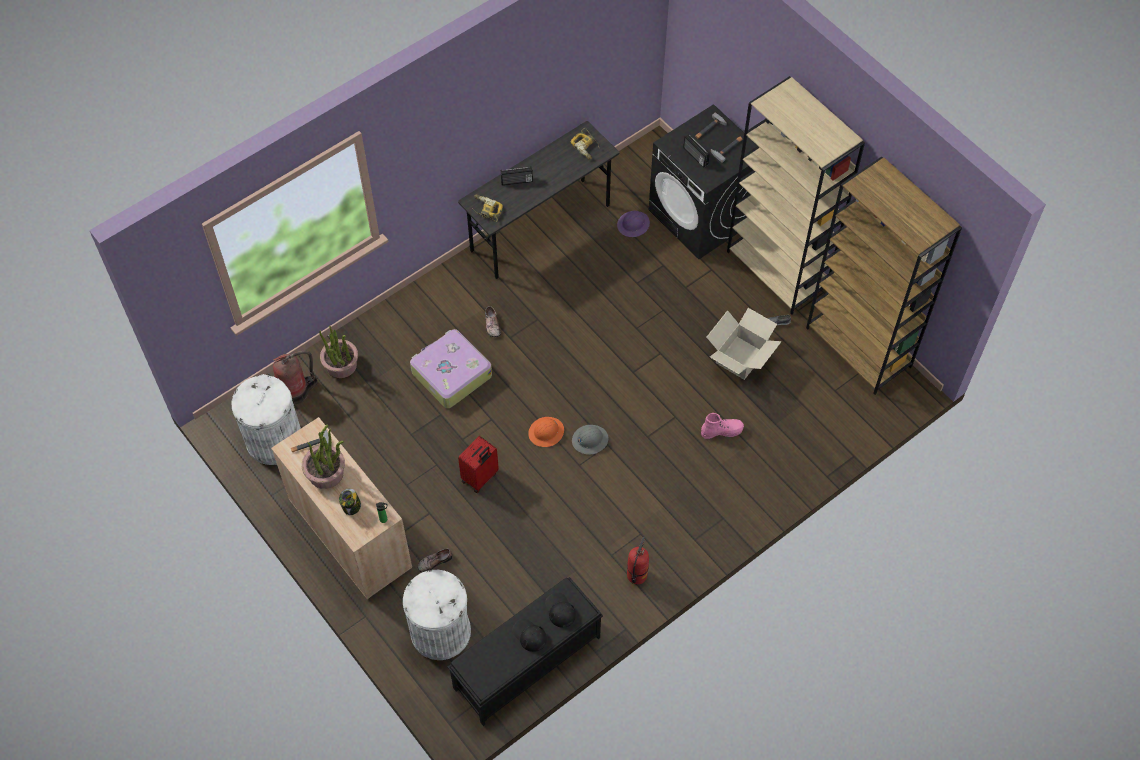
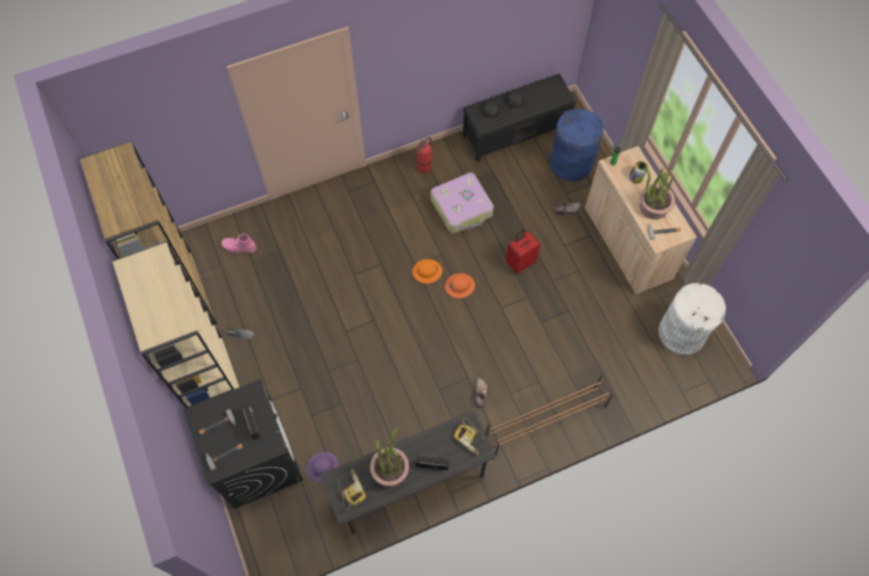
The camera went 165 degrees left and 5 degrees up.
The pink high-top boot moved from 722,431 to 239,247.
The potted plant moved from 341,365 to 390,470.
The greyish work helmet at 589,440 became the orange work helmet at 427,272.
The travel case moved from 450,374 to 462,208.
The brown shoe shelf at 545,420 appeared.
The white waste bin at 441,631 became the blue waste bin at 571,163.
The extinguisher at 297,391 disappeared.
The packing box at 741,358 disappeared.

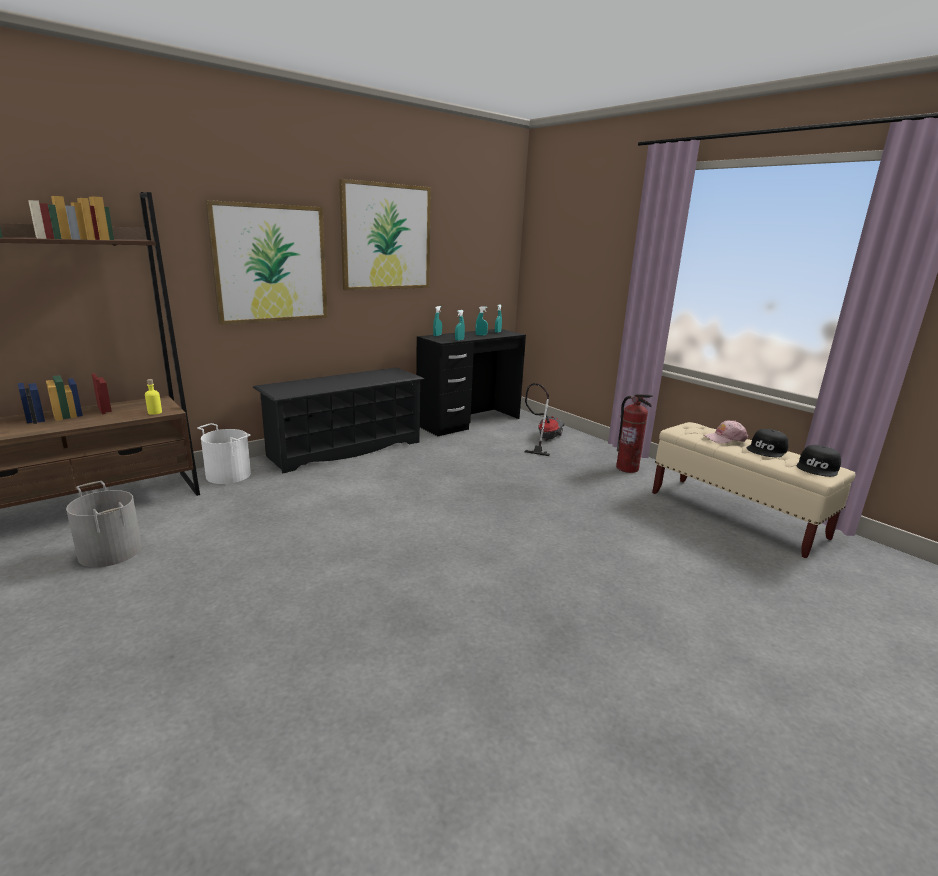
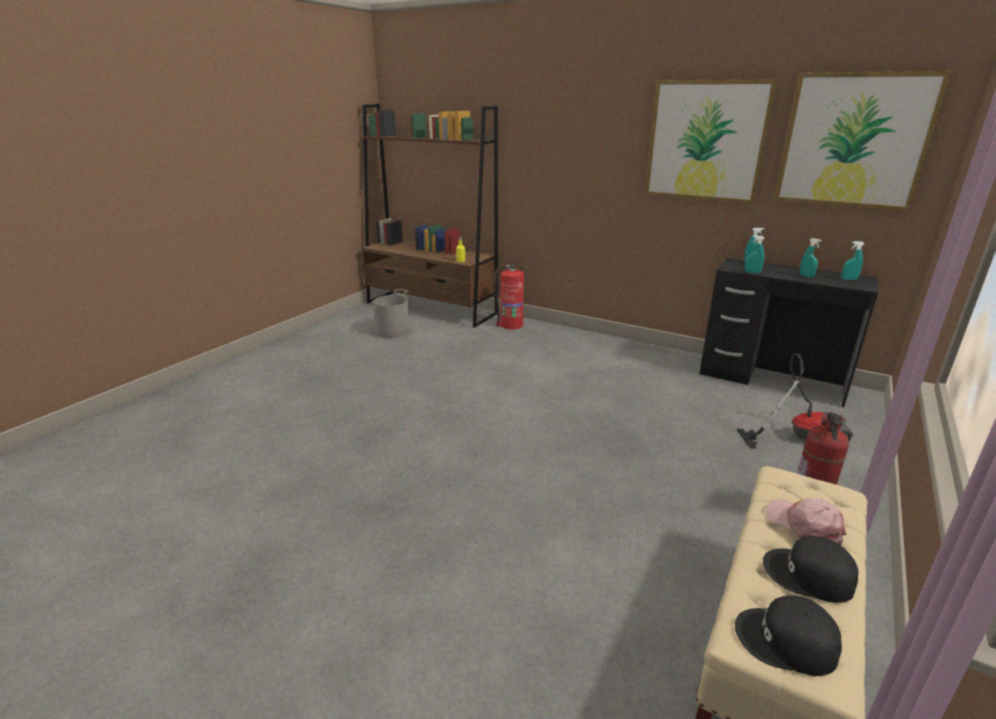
The camera went 70 degrees right and 5 degrees up.
The white bucket at 229,474 was replaced by the extinguisher at 510,325.
The picture moved from 270,264 to 854,141.
The black-coloured shoe shelf at 345,449 disappeared.

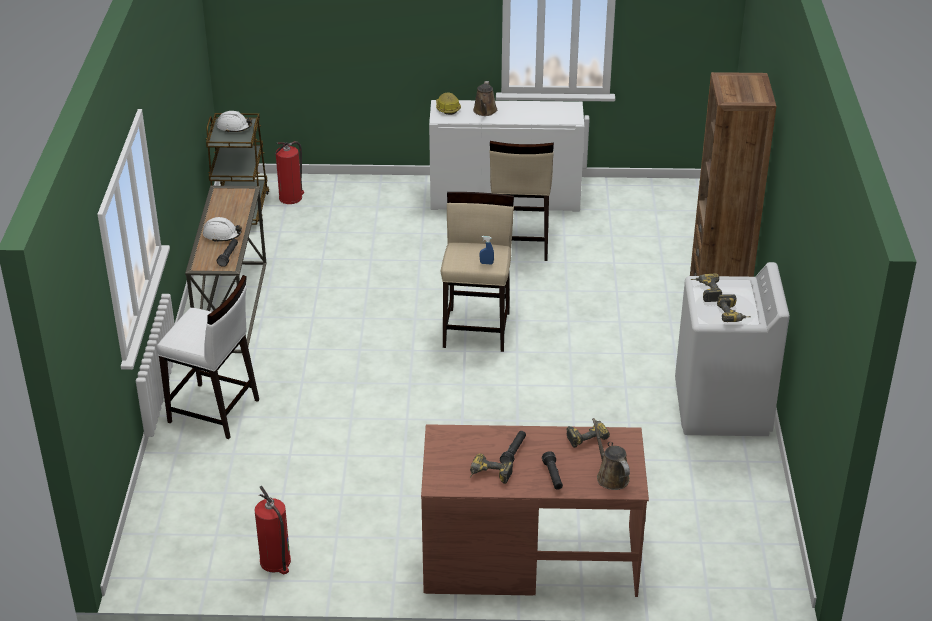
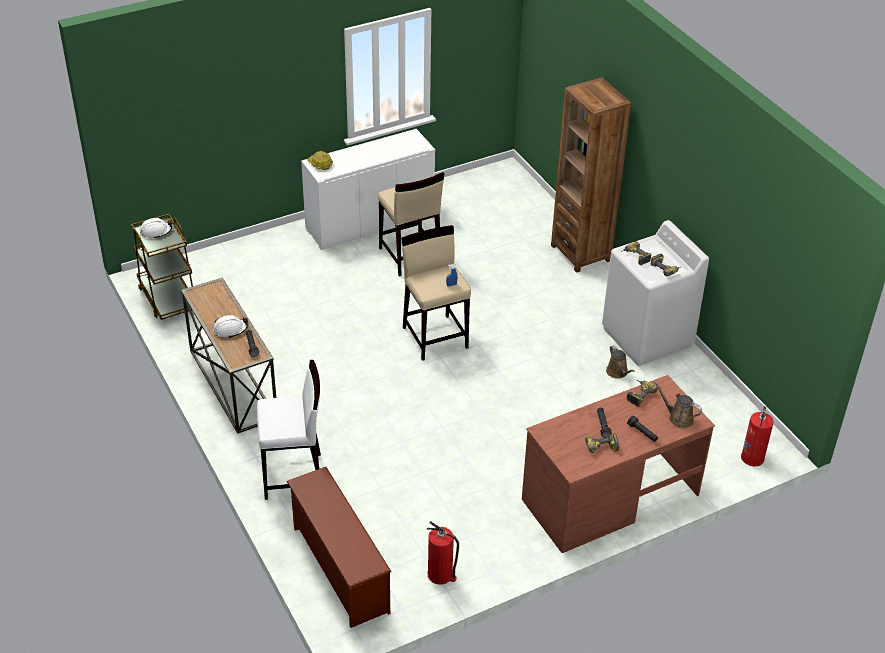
The camera went 30 degrees left and 5 degrees up.
The brown shoe shelf at 338,569 appeared.
The brown sprinkling can moved from 484,111 to 618,372.
The extinguisher moved from 291,197 to 752,457.

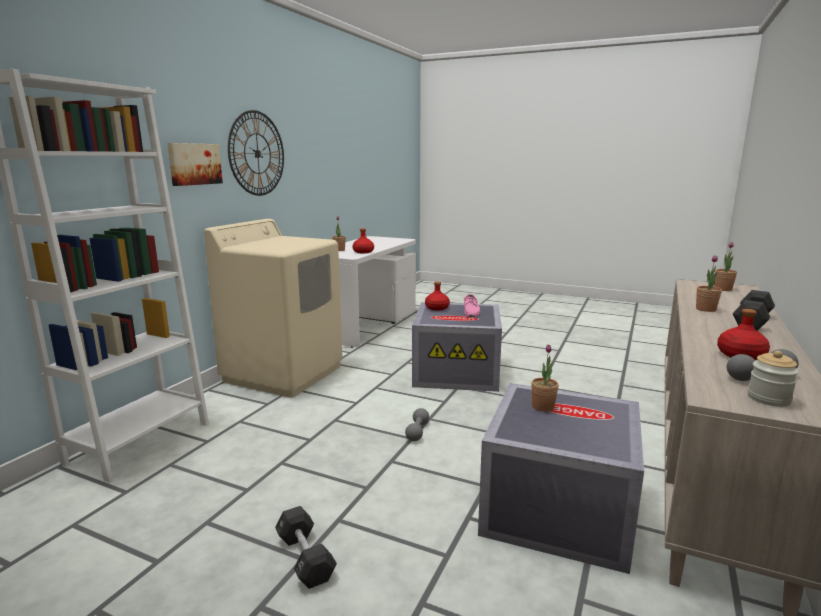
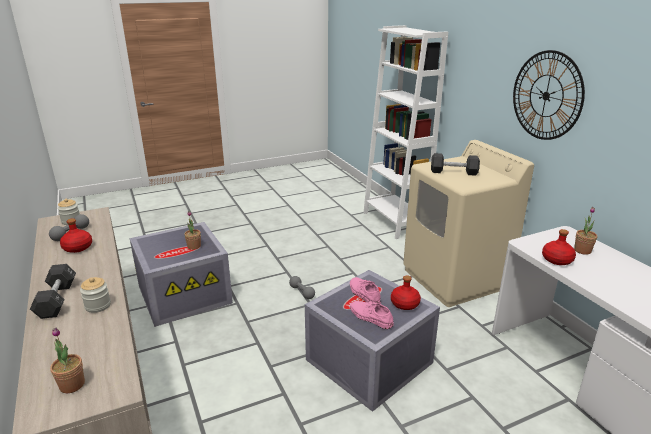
The camera went 130 degrees right and 10 degrees up.
The potted plant at 705,309 was replaced by the storage jar at 98,306.
The pink shoe at 363,293 appeared.
The black-coloured hand weight moved from 305,558 to 453,172.
The picture at 194,164 disappeared.

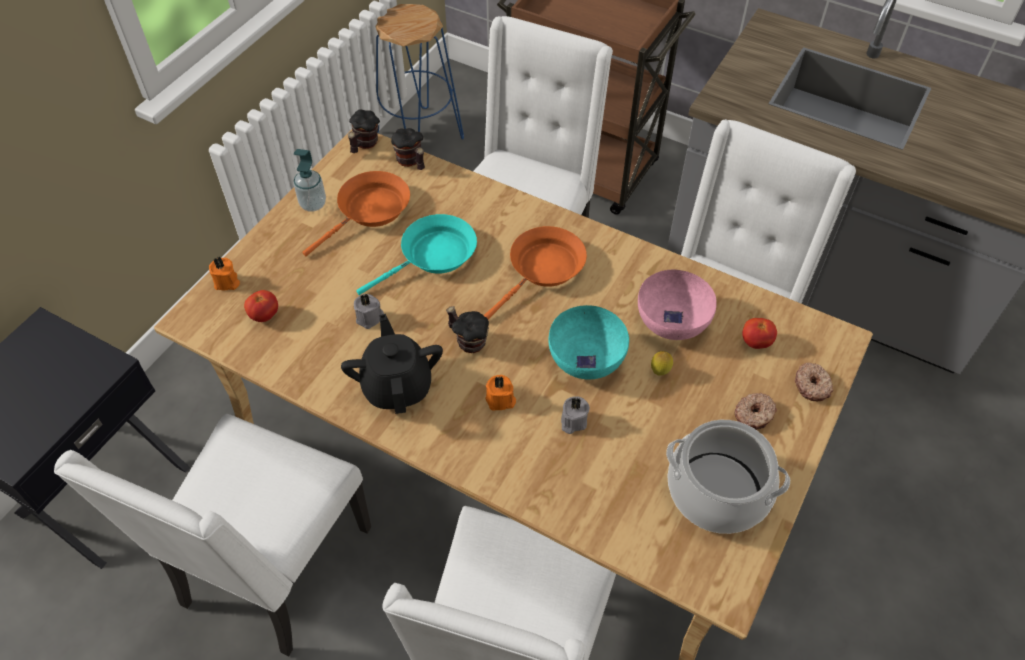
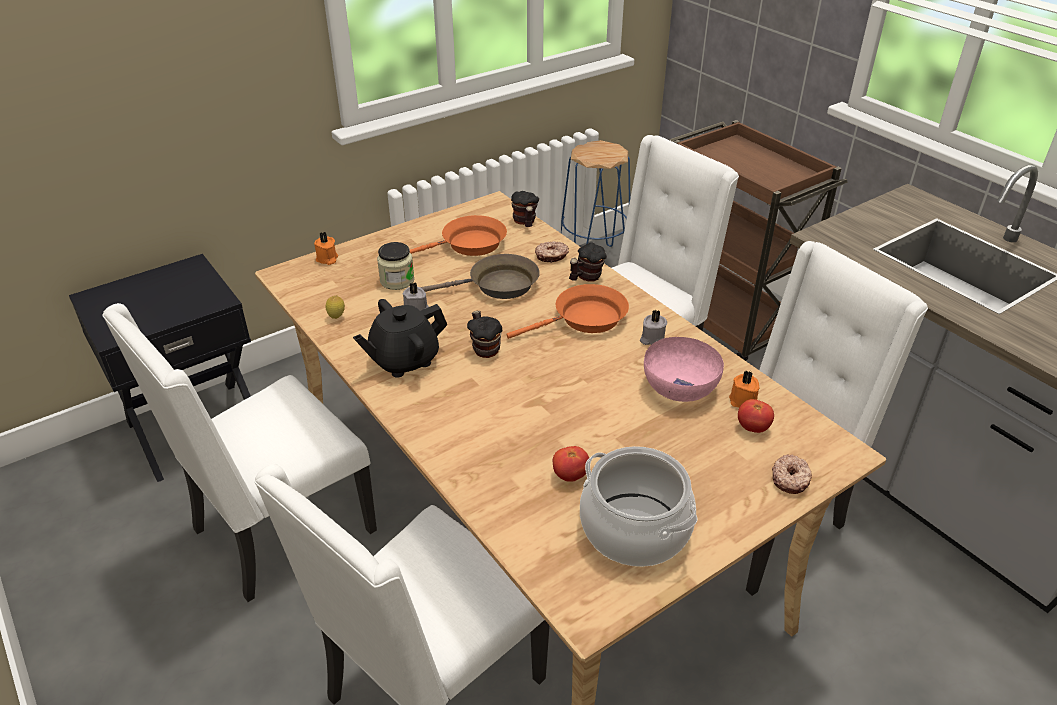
The camera went 25 degrees right and 15 degrees down.
The lemon moved from 660,372 to 337,317.
The black-coloured tea pot at 397,386 turned 135 degrees counterclockwise.
The storage jar at 397,281 appeared.
The turquoise pan at 433,256 became the brown pan at 498,285.
The doughnut moved from 754,415 to 551,256.
The fresh tomato moved from 264,315 to 570,475.
The mug moved from 364,145 to 585,278.
The greyish candle moved from 572,421 to 651,339.
The orange candle moved from 501,400 to 743,401.
The soap dispenser at 313,204 disappeared.
The turquoise bowl at 587,357 disappeared.

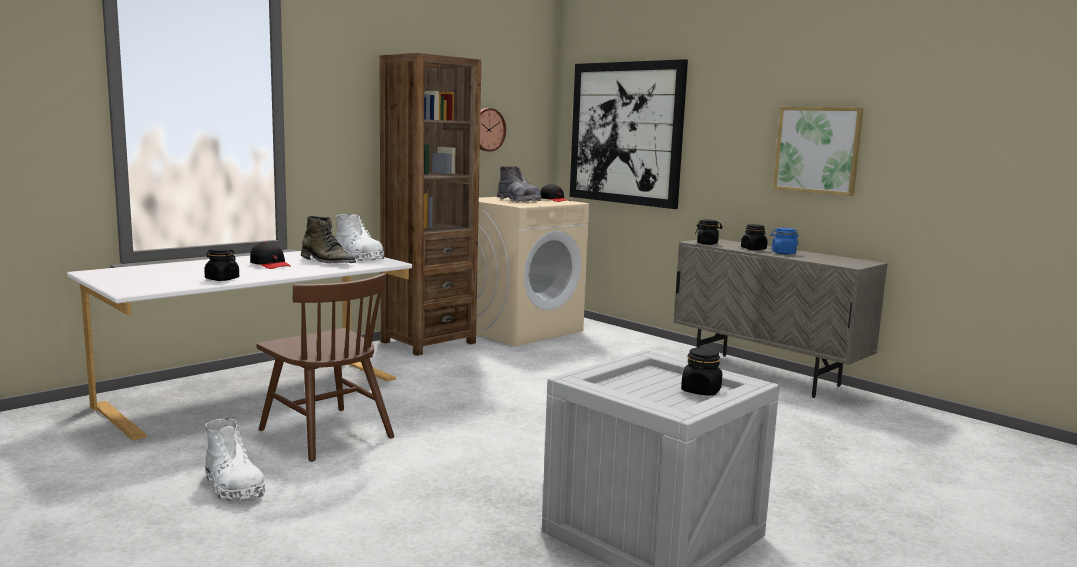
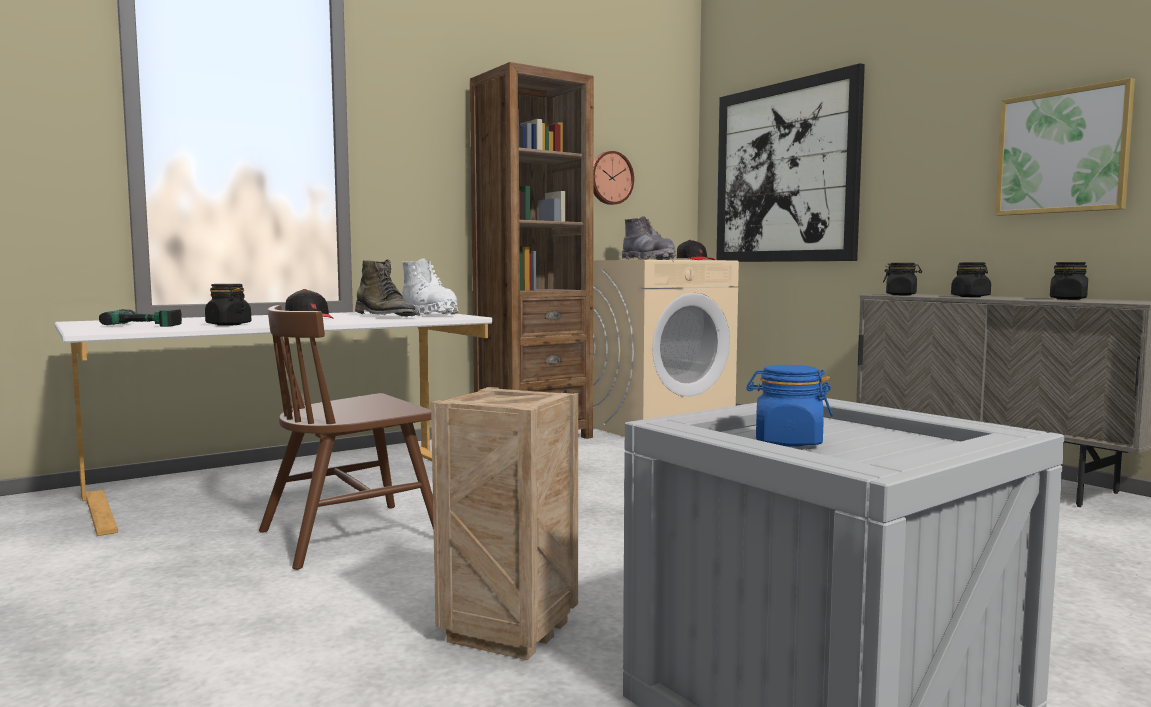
The camera went 10 degrees right and 5 degrees down.
The drill at 149,324 appeared.
The brown upright chair at 326,433 turned 90 degrees clockwise.
The packing crate at 508,630 appeared.
The blue storage jar moved from 783,253 to 787,442.
The black-coloured storage jar moved from 701,391 to 1068,299.
The white high-top boot at 234,486 disappeared.

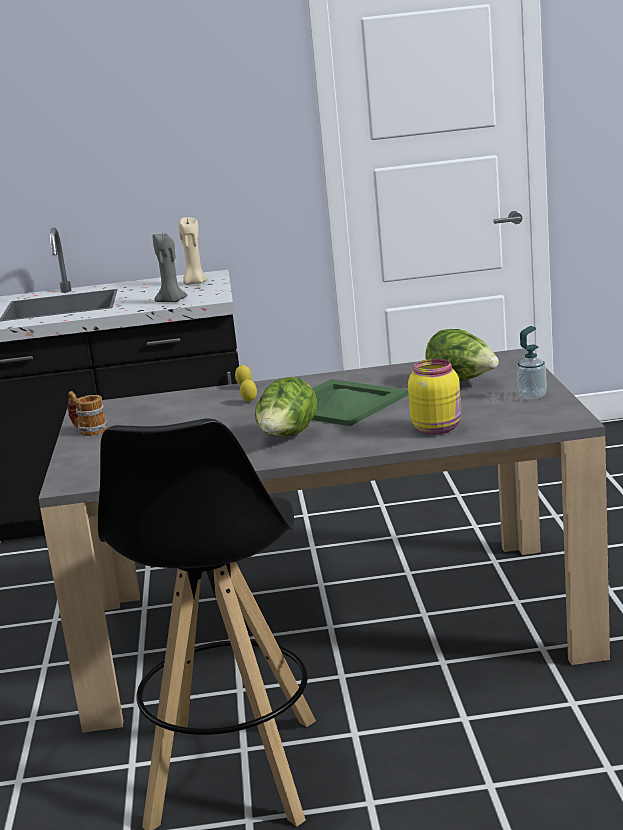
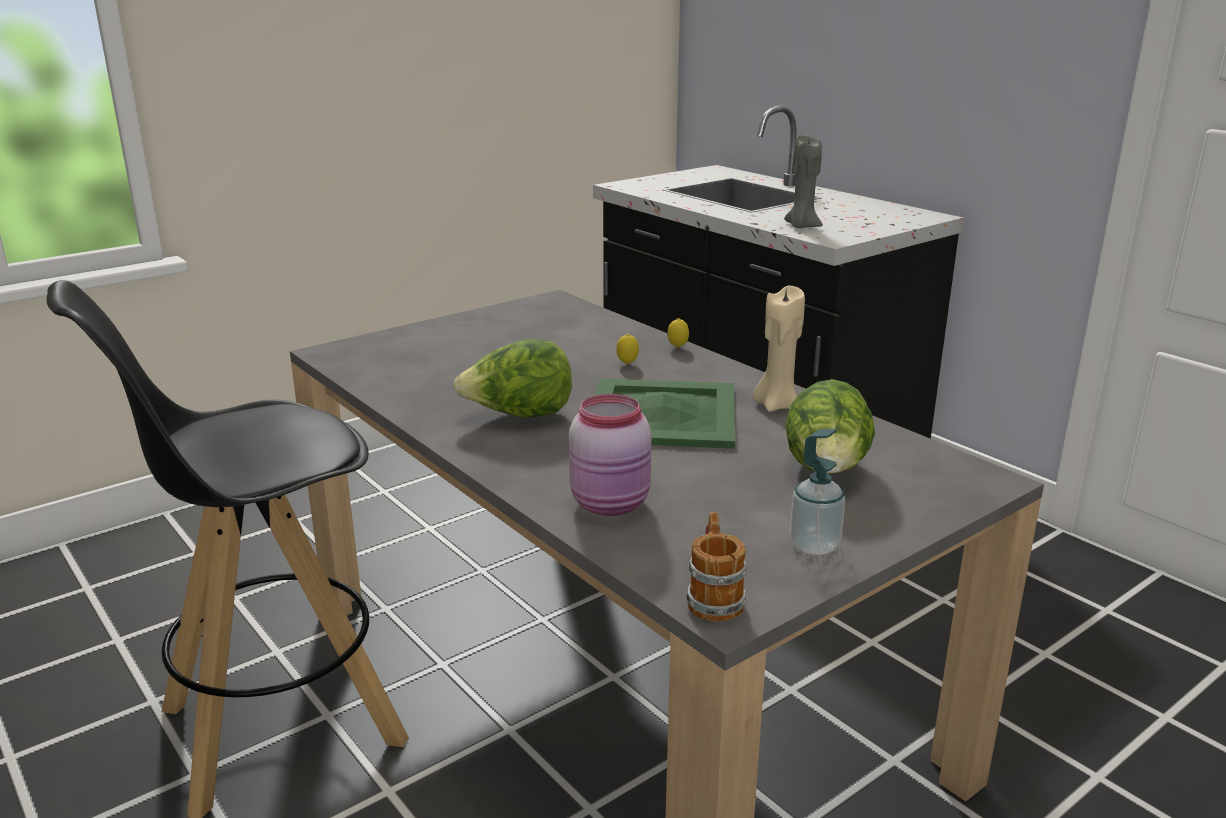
The camera went 55 degrees right and 5 degrees up.
The yellowish storage jar at 438,428 became the pink storage jar at 612,504.
The mug moved from 88,430 to 714,598.
The beige-coloured candle moved from 194,283 to 776,405.

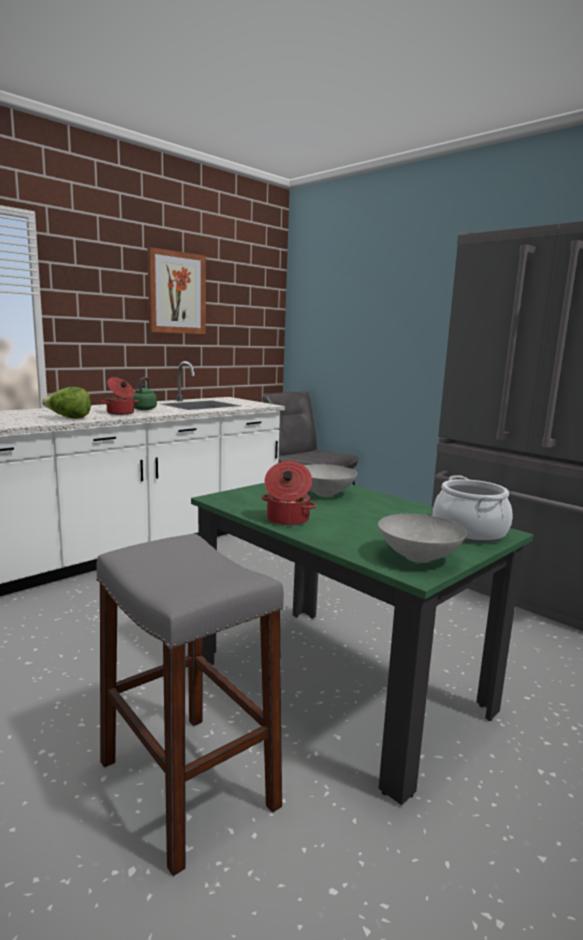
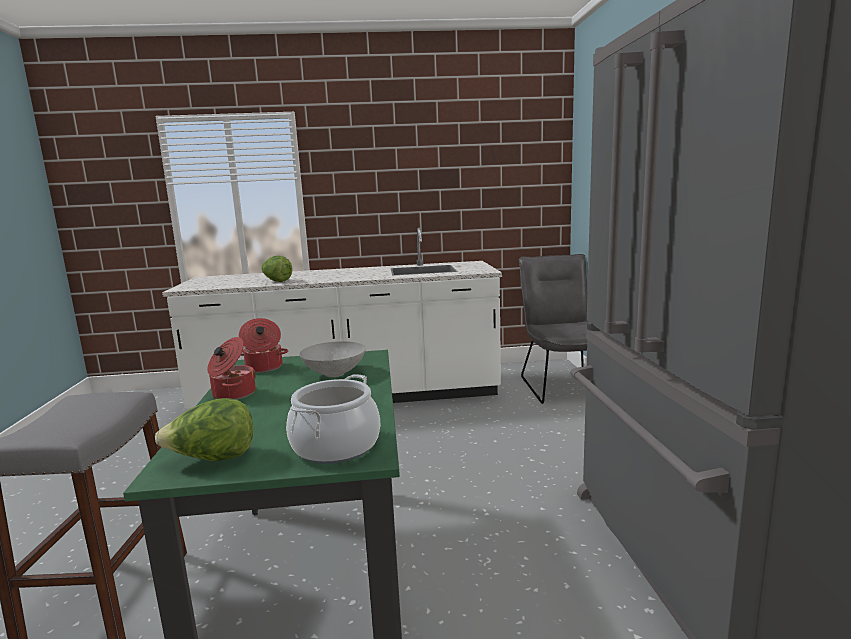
The camera went 40 degrees right and 0 degrees up.
The greyish bowl at 420,558 was replaced by the lettuce head at 213,459.
The saucepot moved from 120,413 to 264,368.
The green water kettle at 144,409 disappeared.
The picture at 176,293 disappeared.

